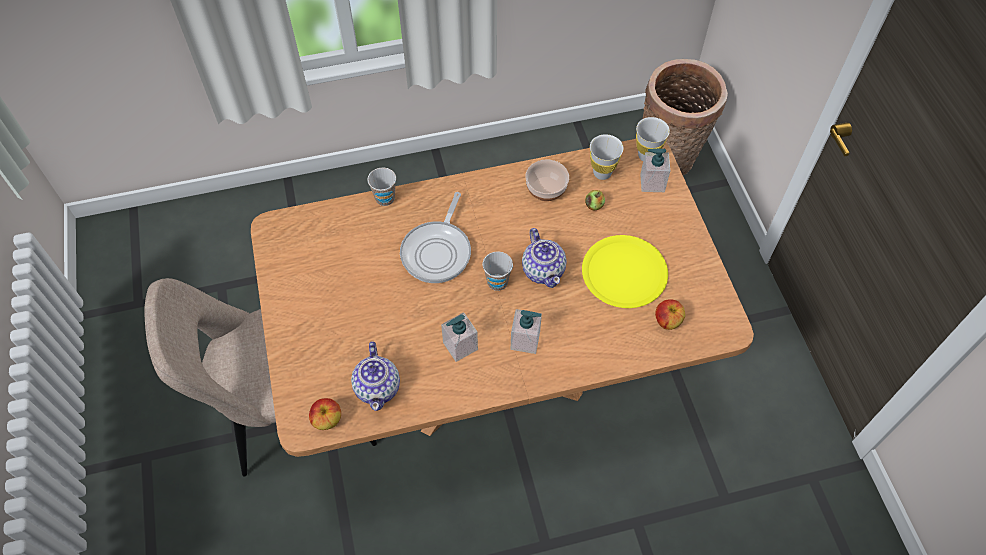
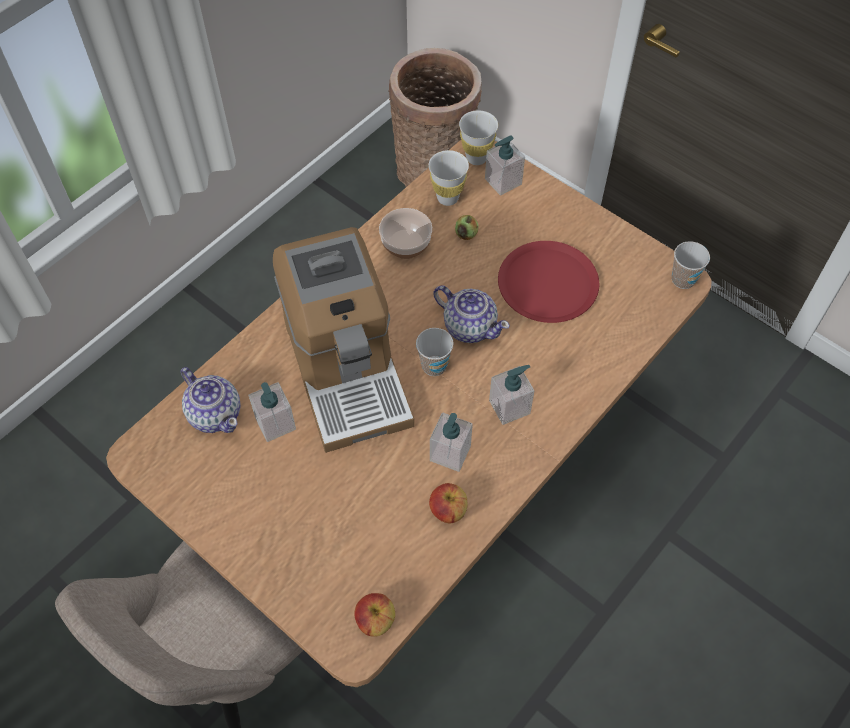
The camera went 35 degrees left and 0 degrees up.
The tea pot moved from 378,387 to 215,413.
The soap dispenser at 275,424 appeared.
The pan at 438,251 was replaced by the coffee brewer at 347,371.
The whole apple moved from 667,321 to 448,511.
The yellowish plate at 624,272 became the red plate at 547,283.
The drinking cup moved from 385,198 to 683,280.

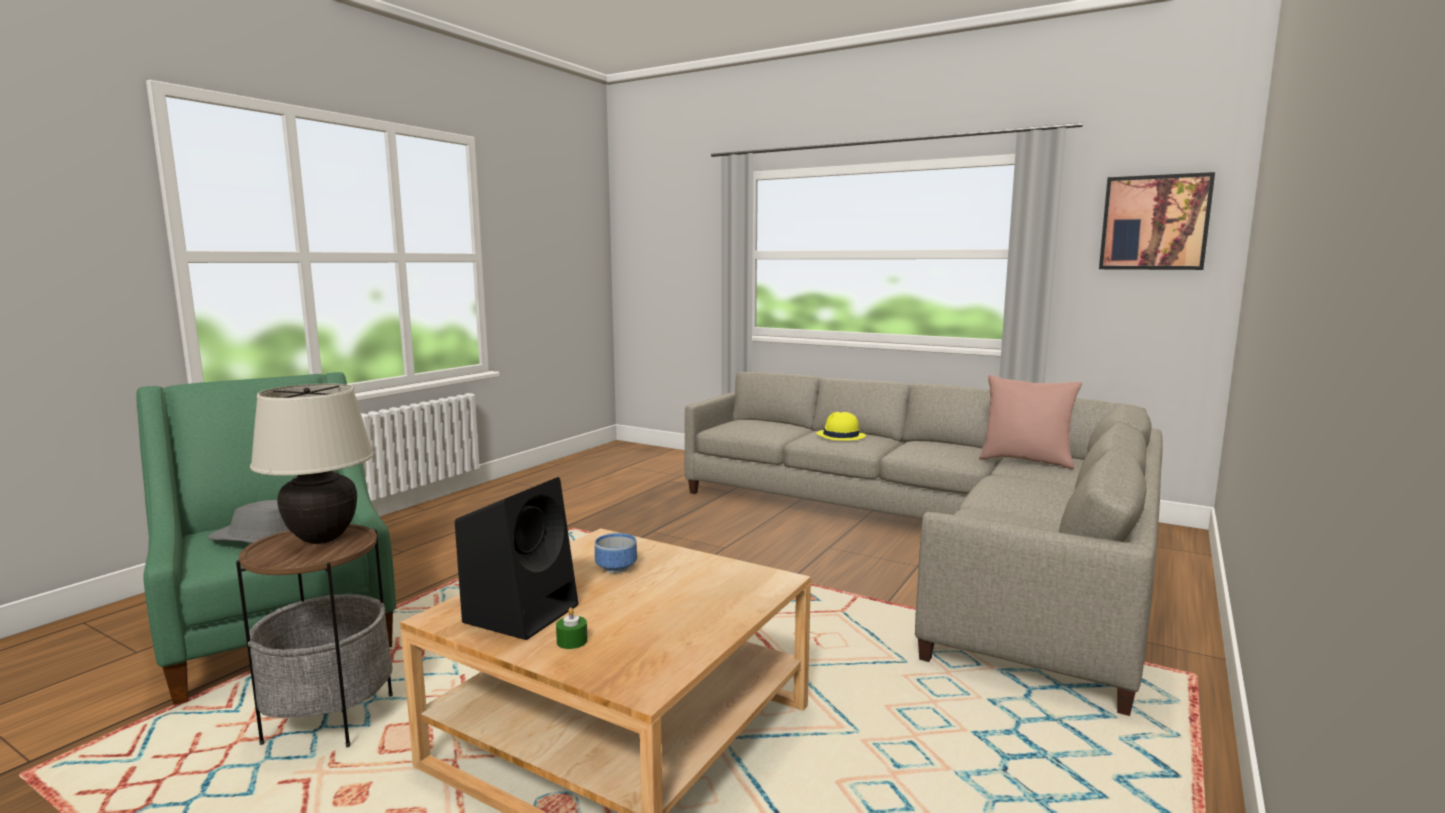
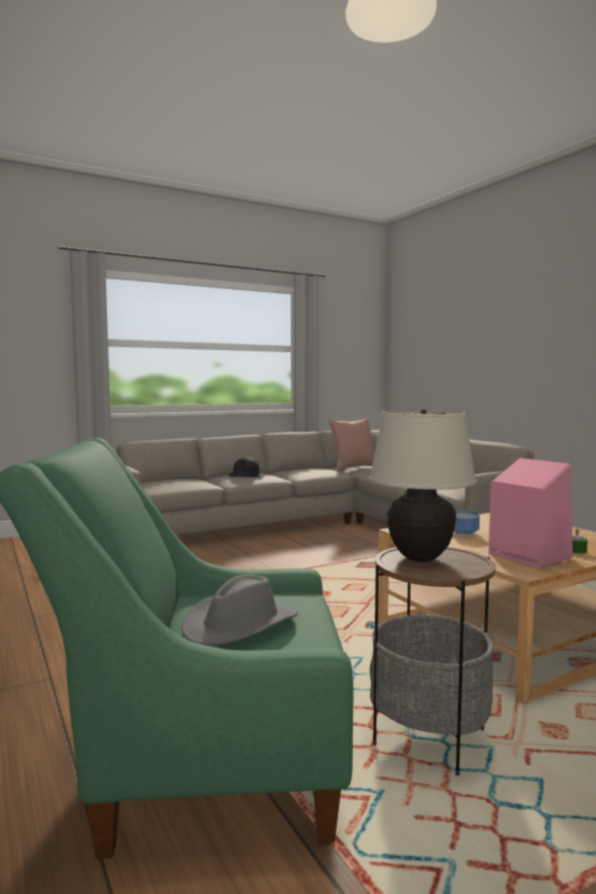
The camera went 60 degrees left and 5 degrees down.
The yellowish wearable hat at 840,436 became the black-coloured wearable hat at 246,475.
The black-coloured loudspeaker at 522,612 became the pink loudspeaker at 527,555.
The picture at 1154,223 disappeared.

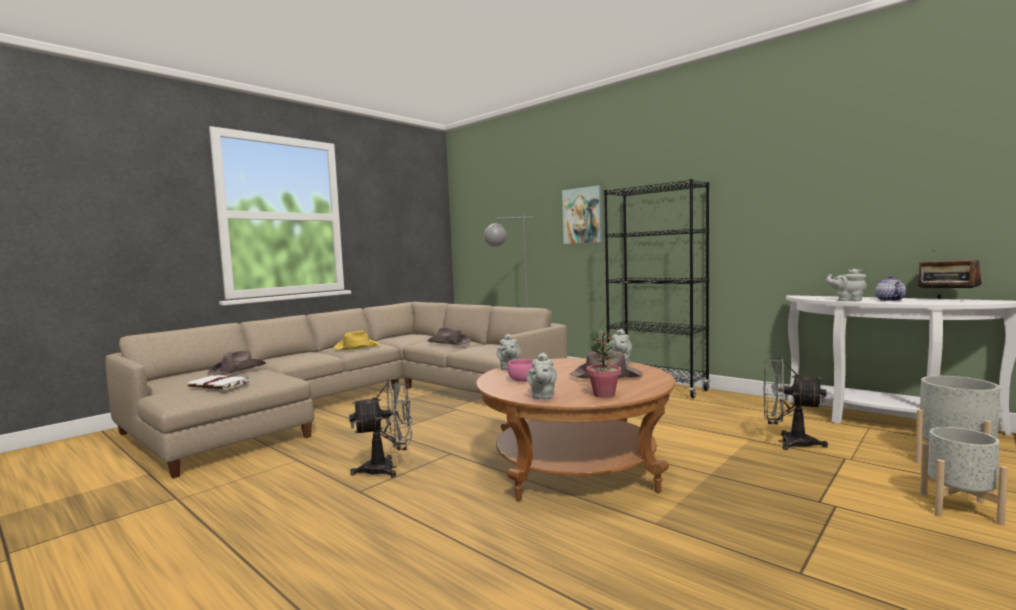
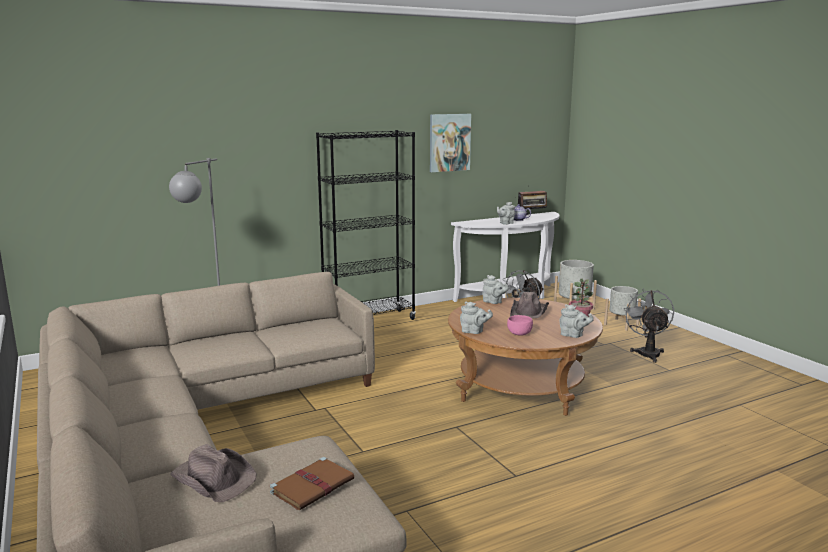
The camera went 70 degrees left and 10 degrees up.
The white bound book at 220,385 became the brown bound book at 313,485.
The picture moved from 582,215 to 449,142.
The greyish cooling fan moved from 387,468 to 647,352.
The yellowish wearable hat at 356,347 disappeared.
The brown wearable hat at 449,343 disappeared.

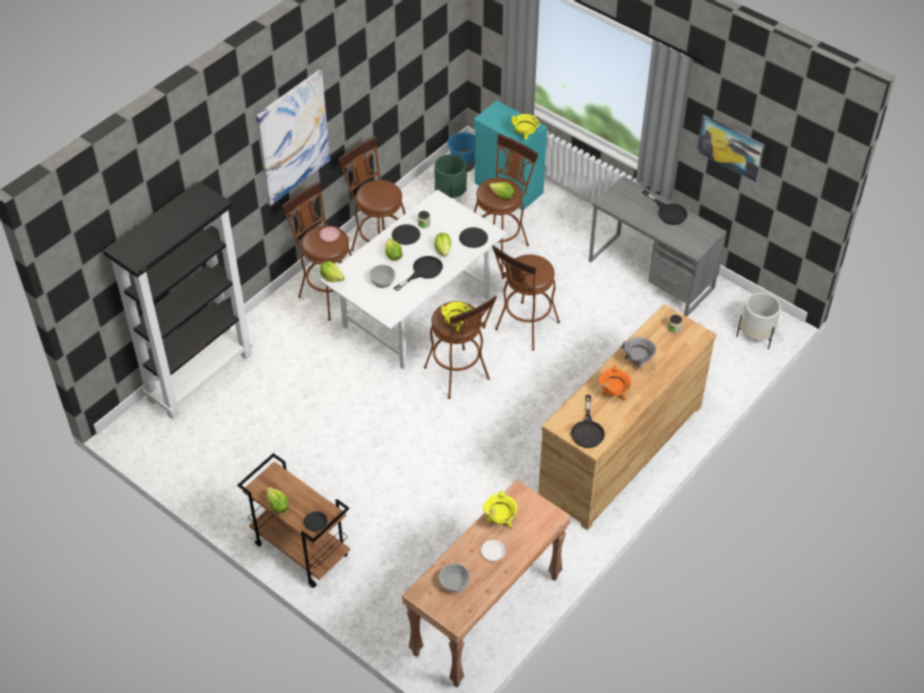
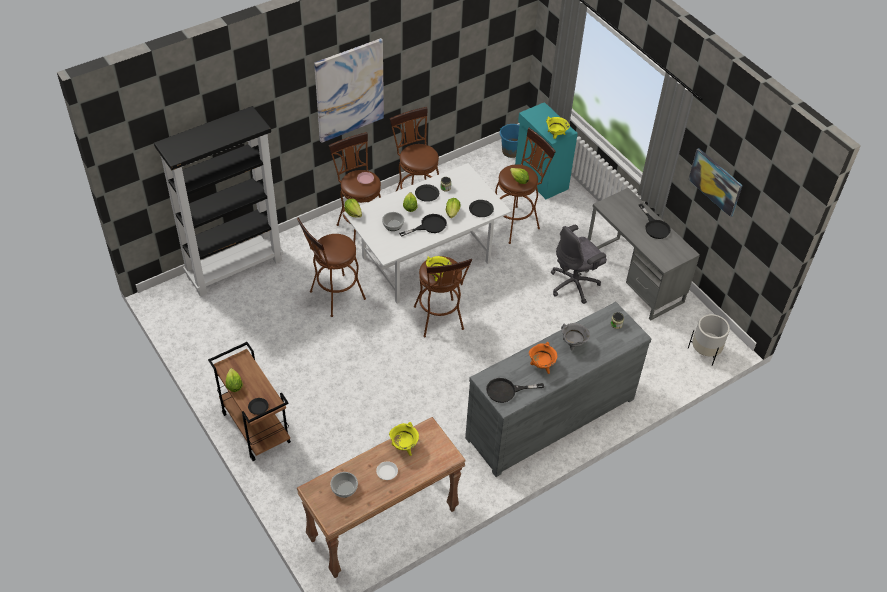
The camera went 15 degrees right and 0 degrees up.
The brown stool moved from 524,329 to 333,297.
The brown chest of drawers at 619,450 became the greyish chest of drawers at 549,417.
The black-coloured pan at 587,430 turned 60 degrees clockwise.
The greyish computer chair at 574,284 appeared.
The green flower pot at 450,196 disappeared.

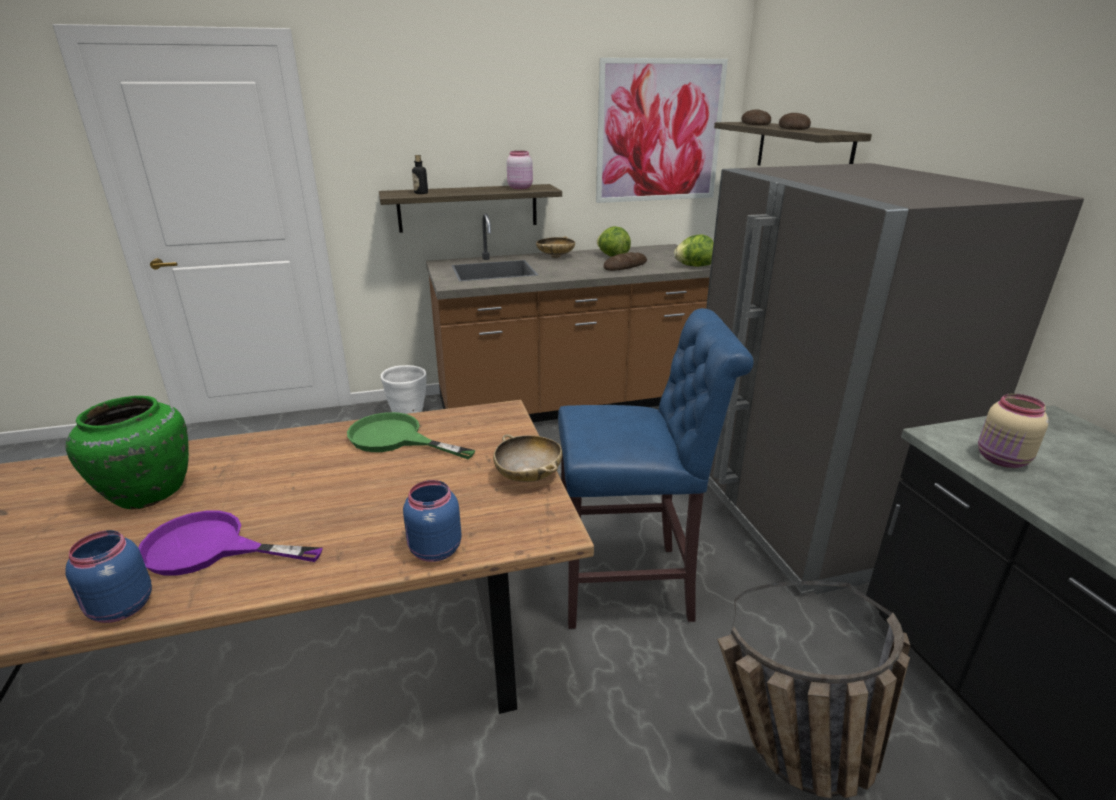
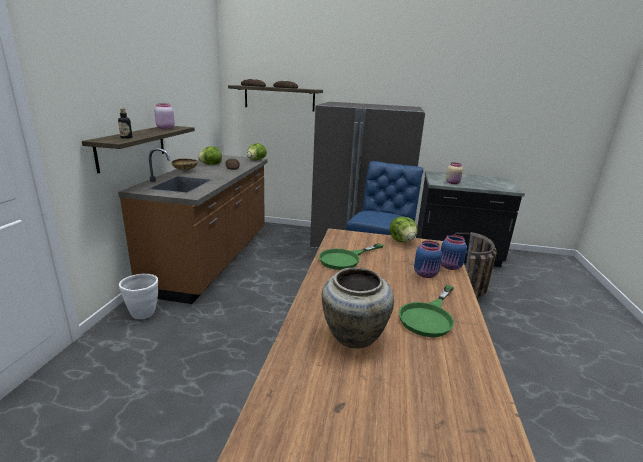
The camera went 65 degrees left and 5 degrees down.
The green vase at 148,492 became the beige-coloured vase at 352,336.
The beige-coloured bowl at 528,476 was replaced by the lettuce head at 402,241.
The purplish pan at 210,548 became the green pan at 429,316.
The blue storage jar moved from 120,608 to 426,274.
The picture at 659,132 disappeared.

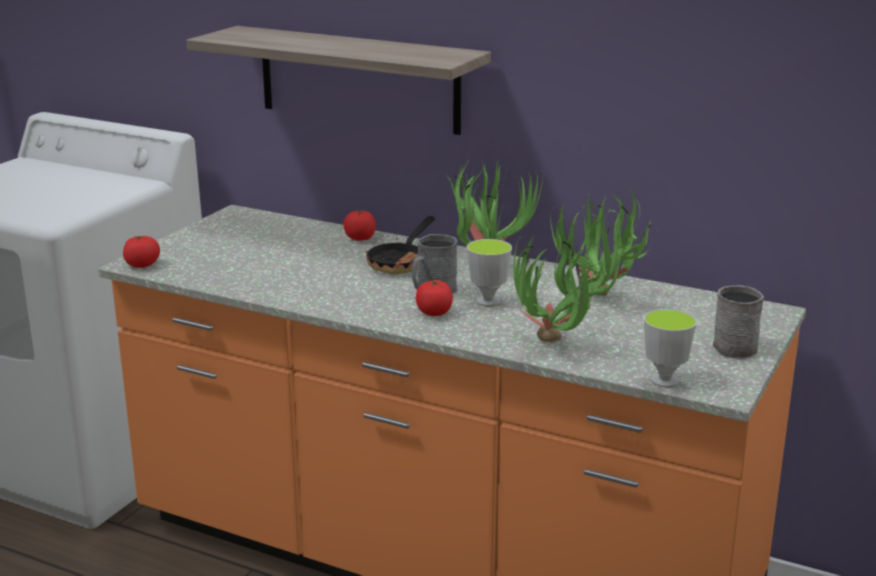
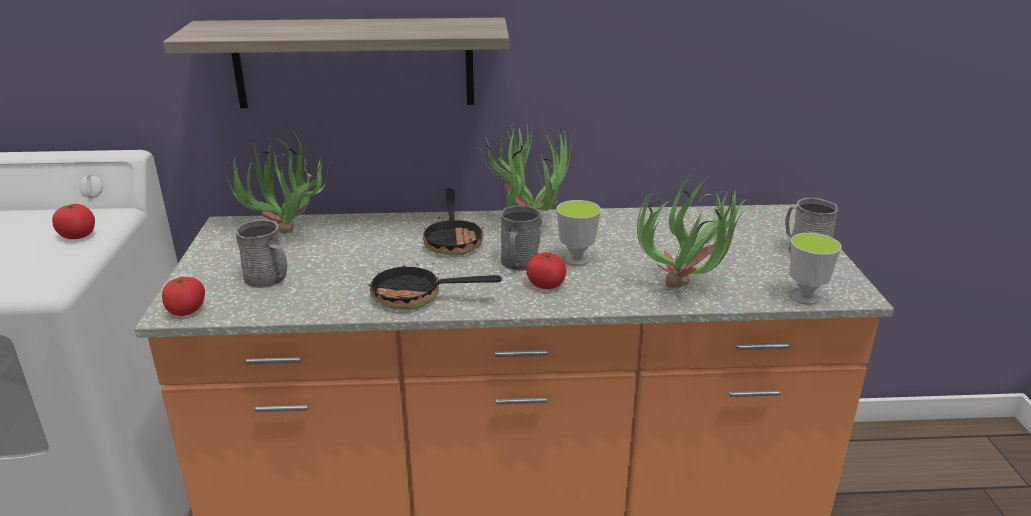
The camera went 30 degrees left and 5 degrees up.
The fresh tomato moved from 360,238 to 78,235.
The potted plant moved from 600,301 to 289,238.
The greyish mug at 269,279 appeared.
The pan at 417,297 appeared.

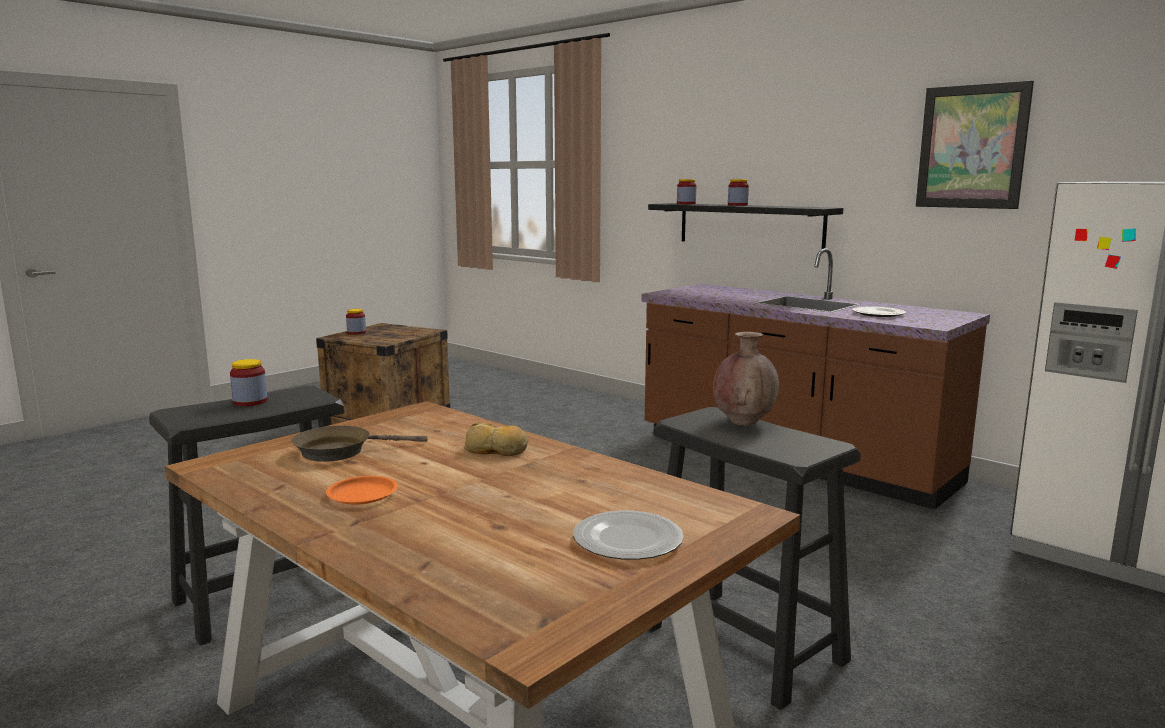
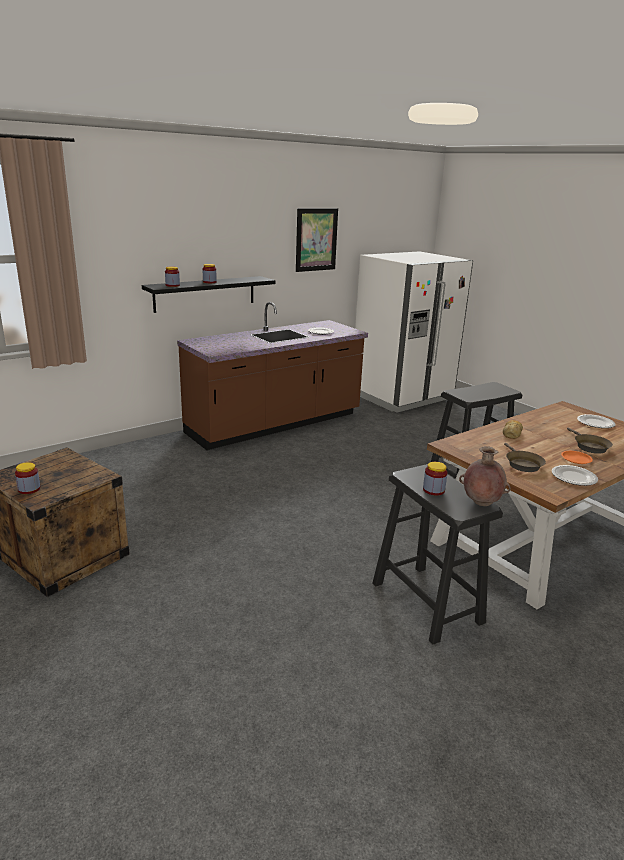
The camera went 80 degrees left and 10 degrees up.
The brown vase moved from 743,422 to 481,502.
The plate at 574,477 appeared.
The brown pan at 589,446 appeared.

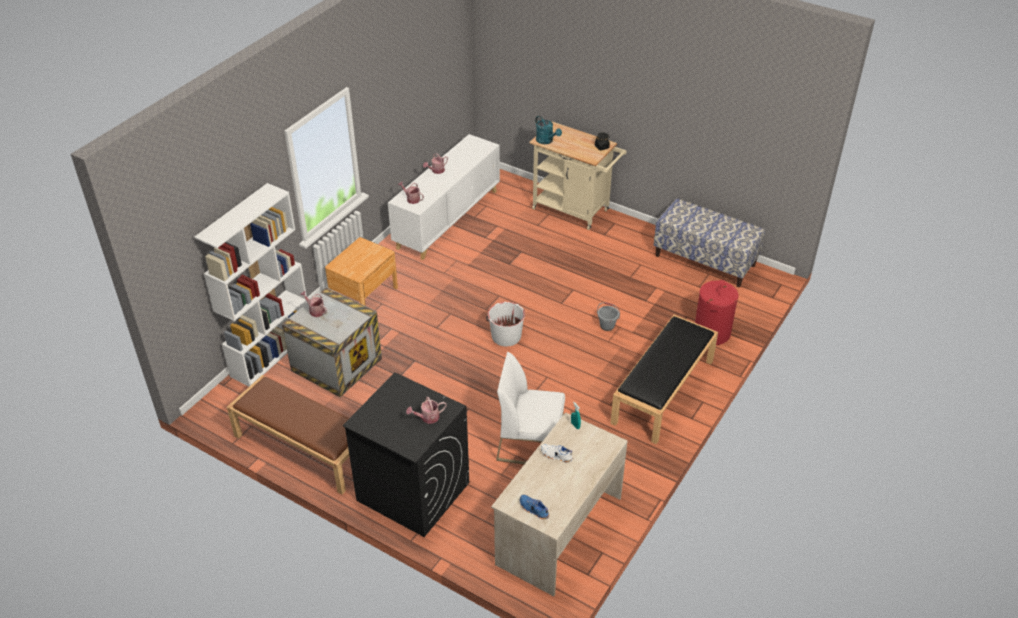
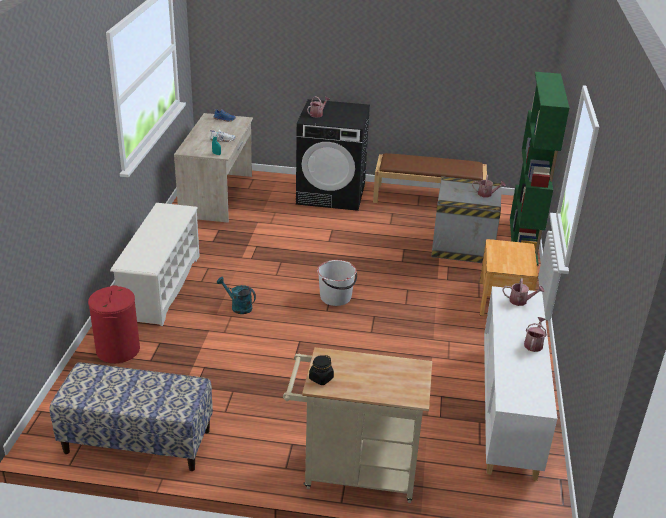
The camera went 155 degrees right and 10 degrees down.
The black-coloured bench at 663,392 was replaced by the white shoe shelf at 161,286.
The turquoise sprinkling can moved from 546,141 to 238,307.
The white bookcase at 272,352 became the green bookcase at 524,241.
The white upright chair at 530,443 disappeared.
The greyish bucket at 607,326 disappeared.

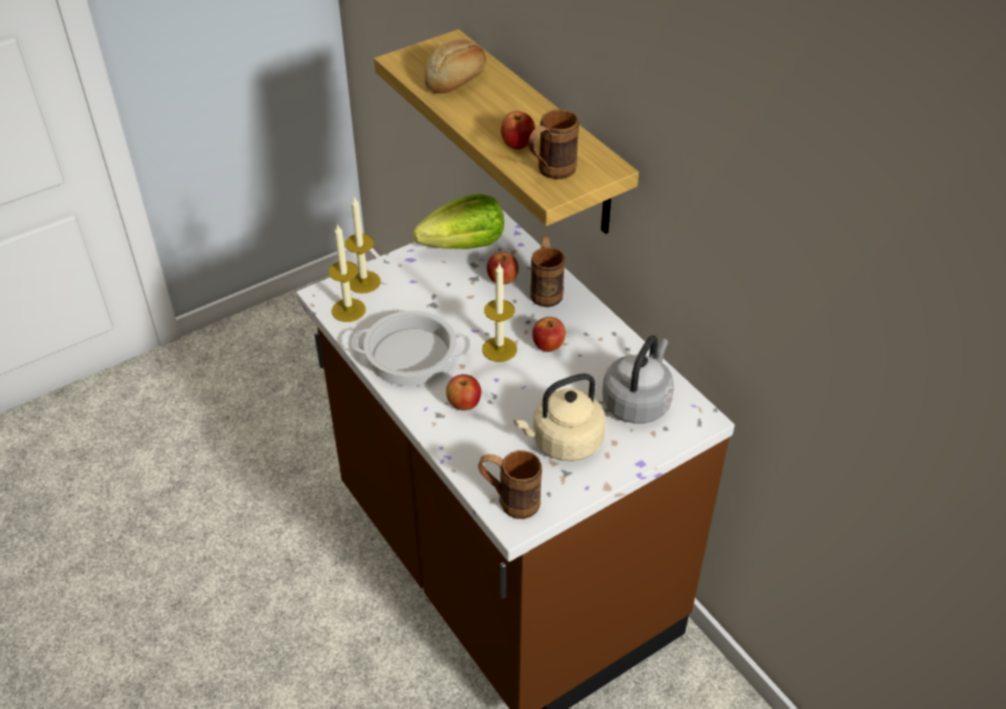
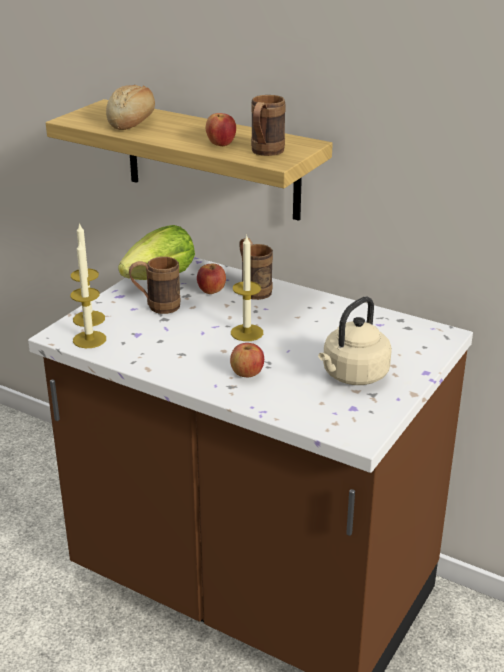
The camera went 25 degrees left and 15 degrees down.
The brown mug moved from 510,501 to 156,307.
The saucepot at 410,357 disappeared.
The whole apple at 548,346 disappeared.
The greyish water kettle at 637,402 disappeared.

